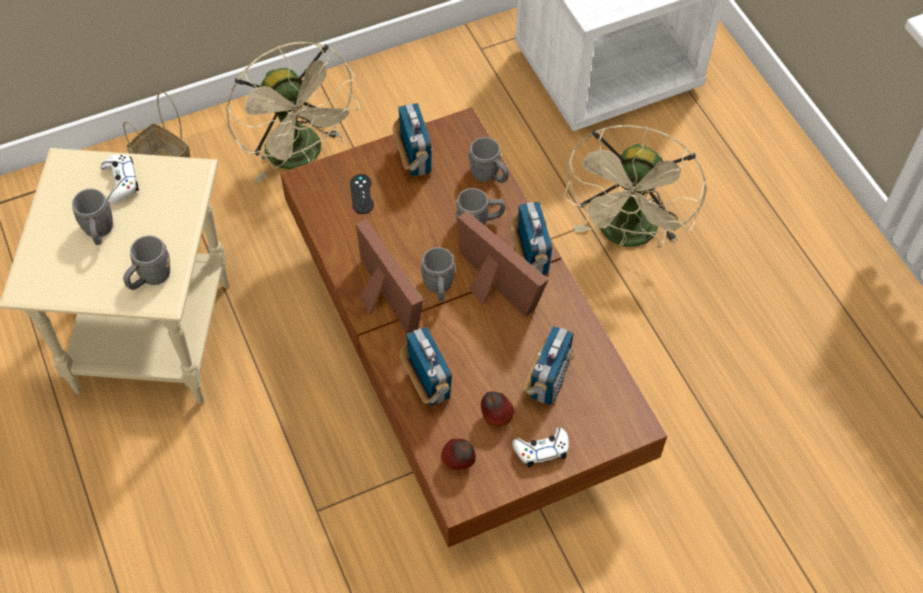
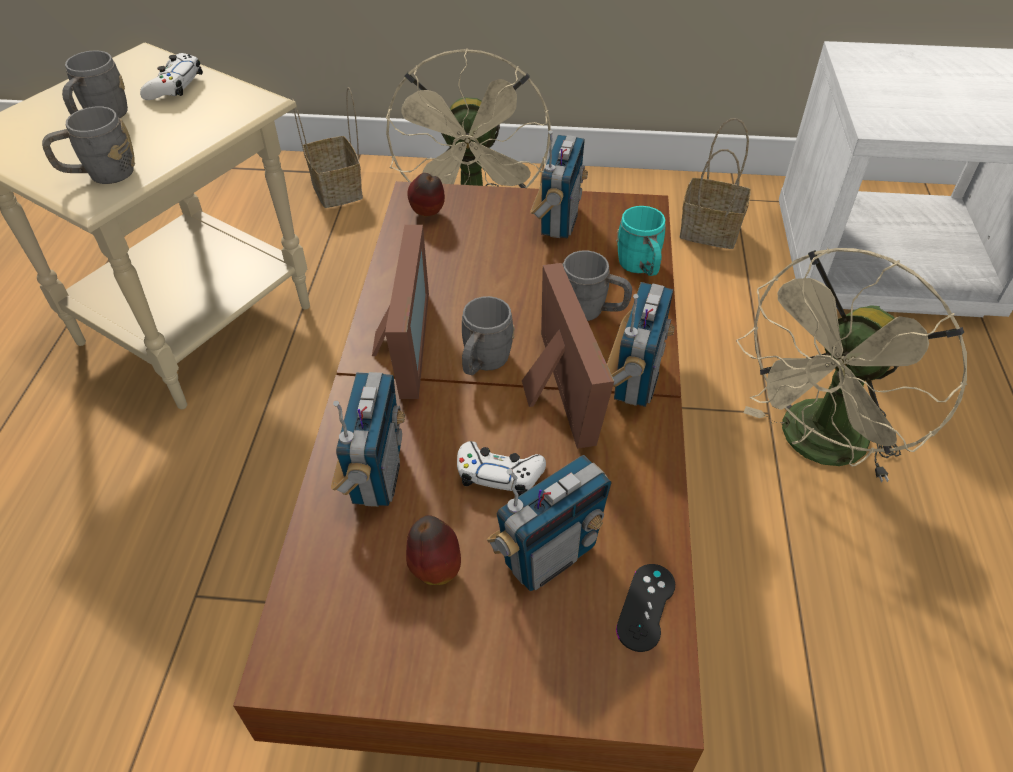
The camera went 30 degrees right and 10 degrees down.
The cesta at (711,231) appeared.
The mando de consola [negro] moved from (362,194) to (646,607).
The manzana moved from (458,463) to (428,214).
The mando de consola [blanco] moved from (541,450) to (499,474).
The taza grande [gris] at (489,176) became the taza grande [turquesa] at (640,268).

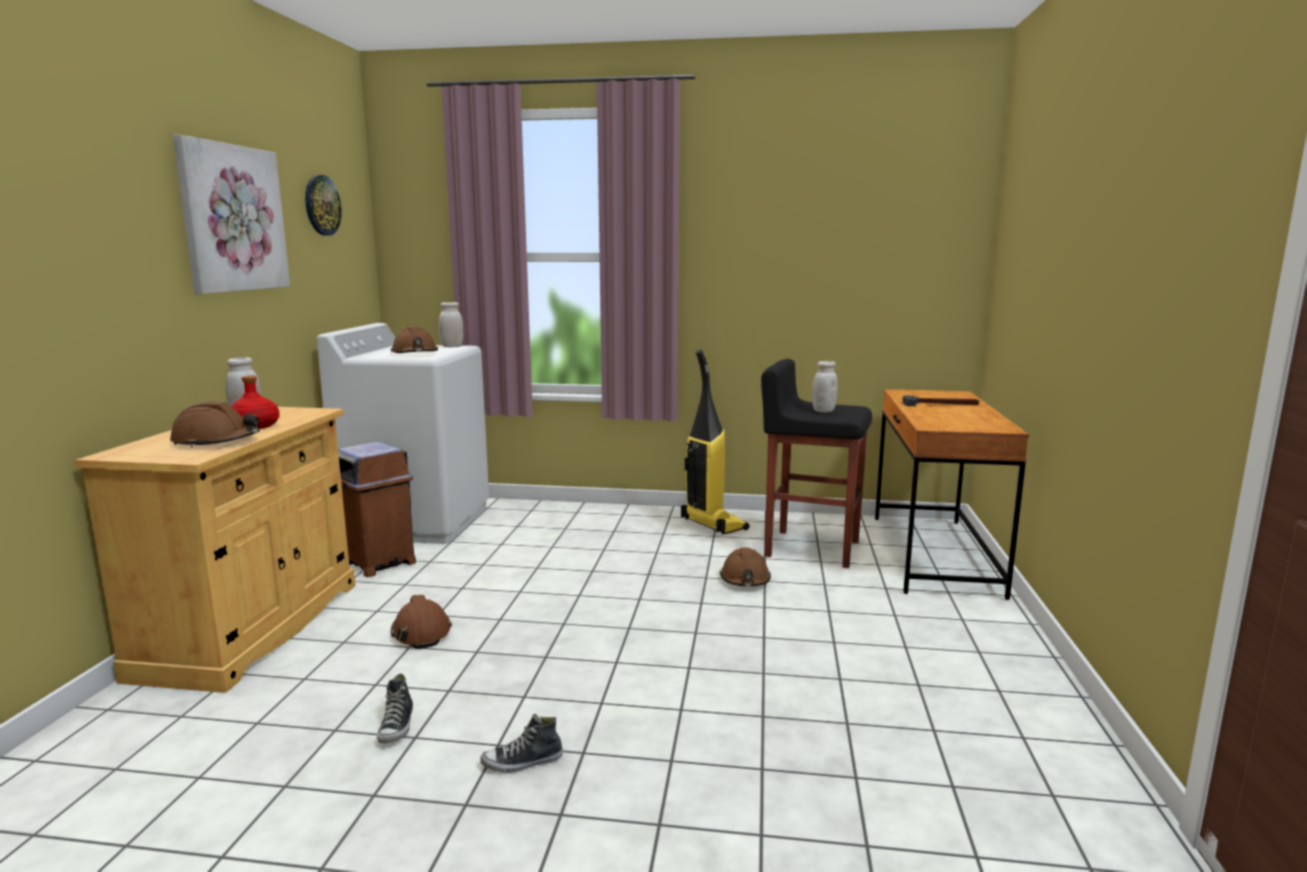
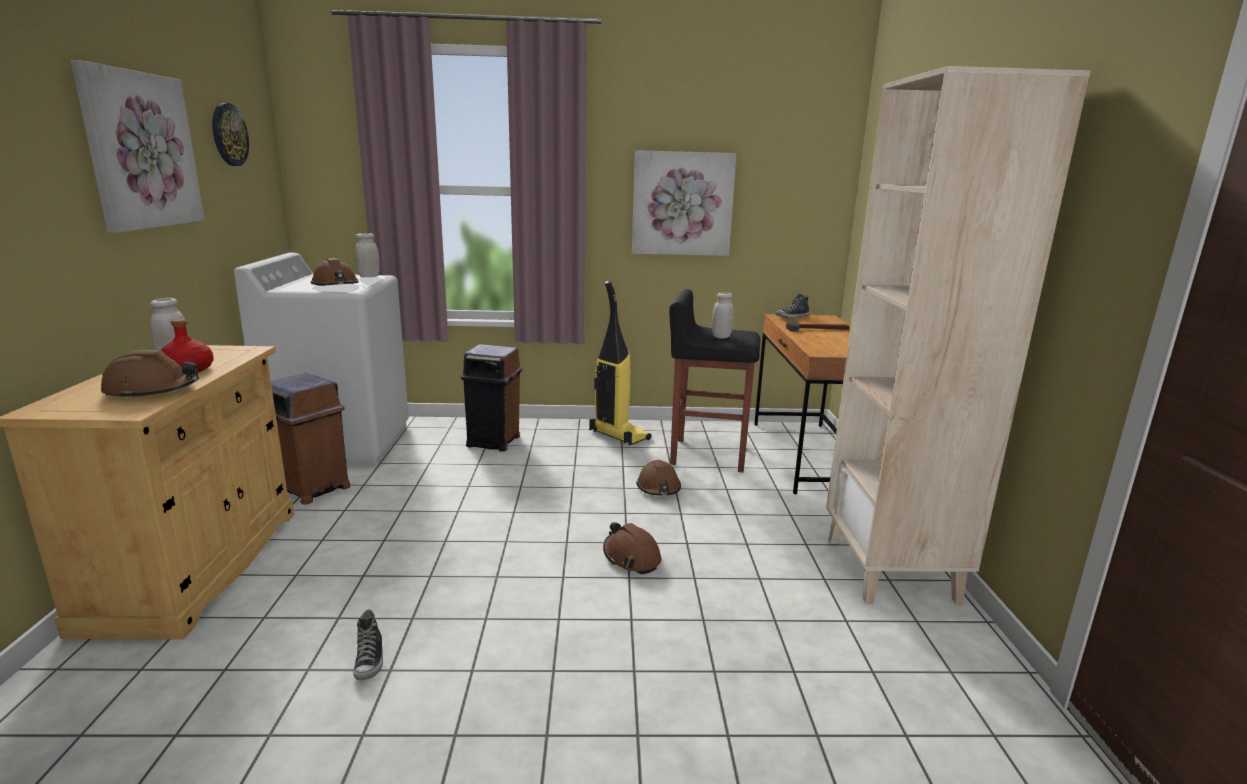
The camera went 10 degrees left and 5 degrees up.
The papelera [marrón] at (494,441) appeared.
The cuadro at (682,204) appeared.
The estantería [beis] at (892,570) appeared.
The casco [marrón] moved from (421,632) to (631,557).
The zapato moved from (522,762) to (792,317).

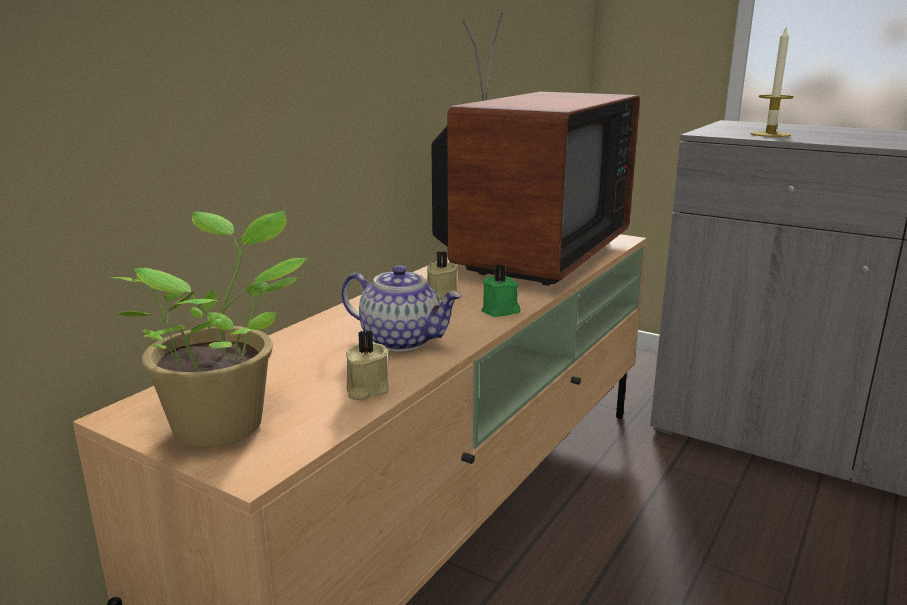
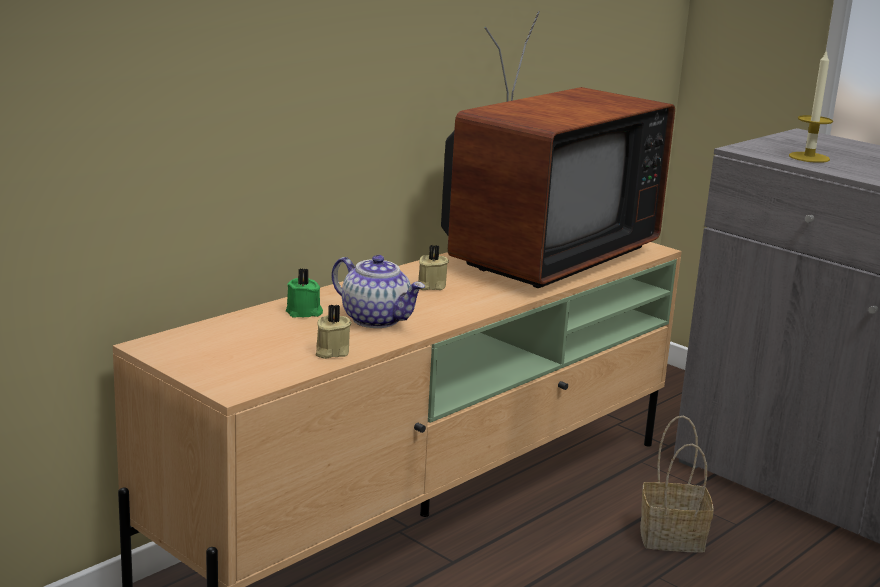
The camera went 10 degrees right and 0 degrees up.
The planta en maceta at (224,423) disappeared.
The cesta at (674,537) appeared.
The vela [verde] moved from (501,311) to (304,312).

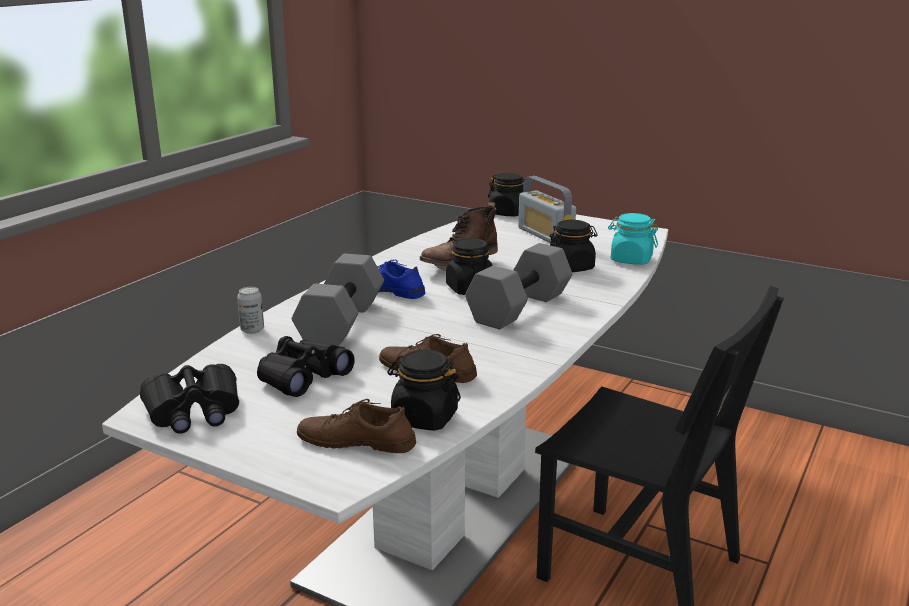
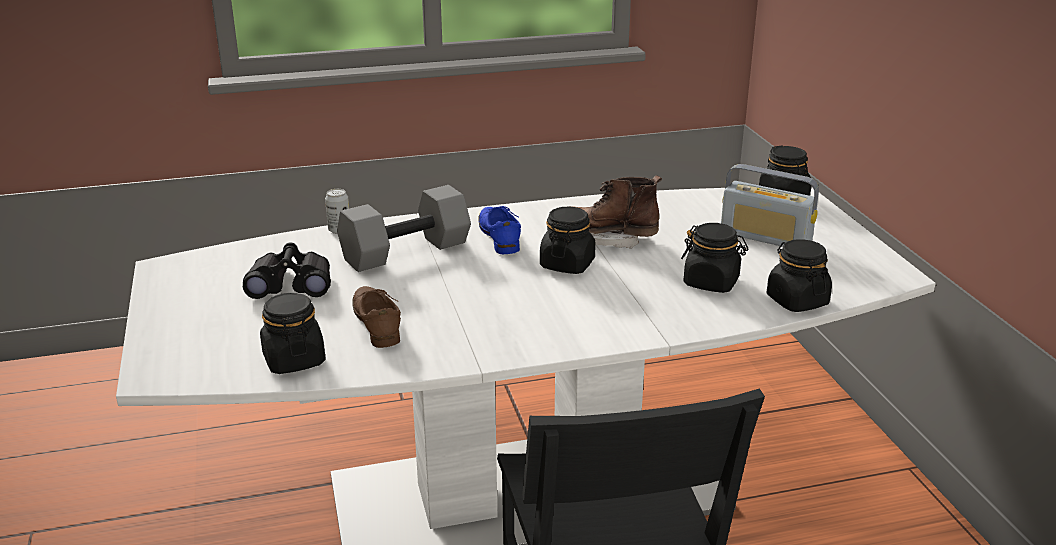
The camera went 45 degrees right and 5 degrees up.
The prismáticos [negro] at (193,411) disappeared.
The zapato [marrón] at (356,441) disappeared.
The mancuerna [gris] at (520,308) disappeared.
The tarro [turquesa] at (631,260) became the tarro [negro] at (796,300).
The radio at (545,235) turned 75 degrees counterclockwise.

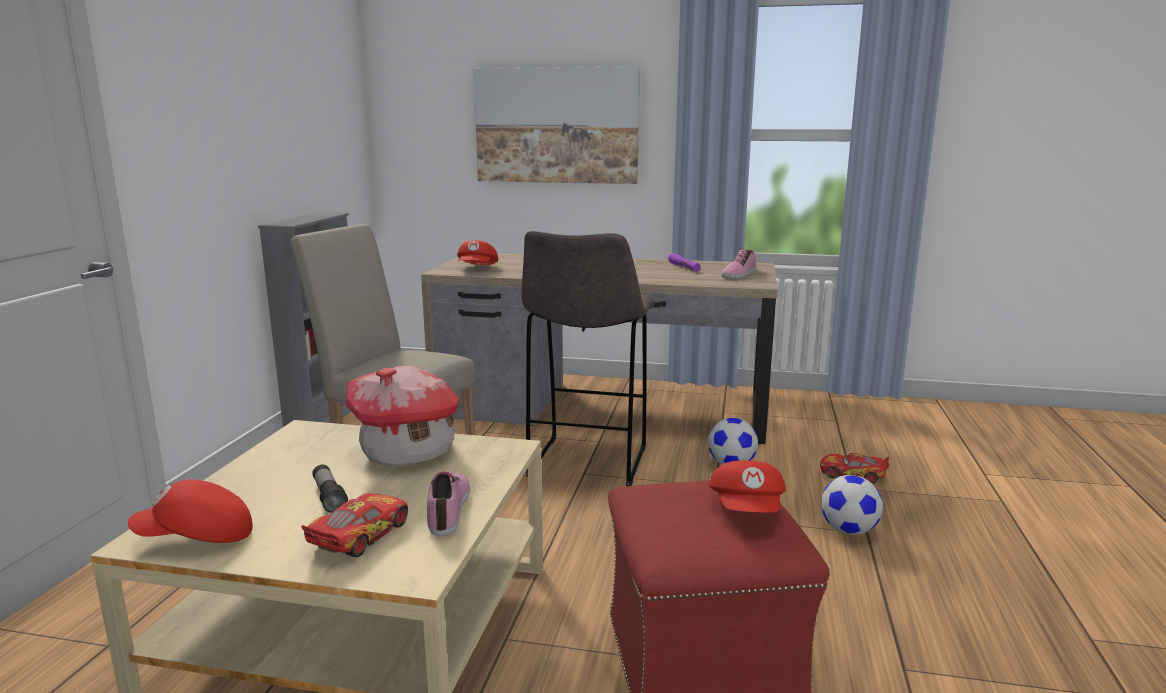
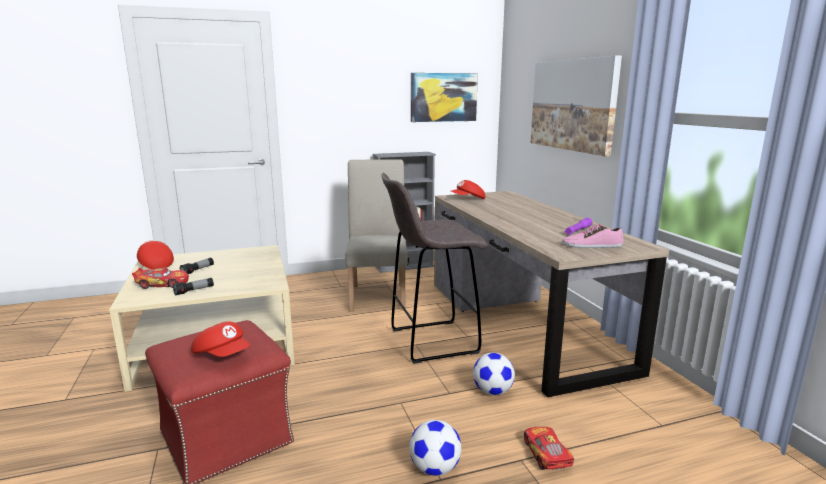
The camera went 60 degrees right and 0 degrees up.
The casita at (408,451) disappeared.
The cuadro at (443,97) appeared.
The zapato at (449,509) was replaced by the linterna at (194,291).
The gorra [rojo] at (748,510) turned 120 degrees counterclockwise.

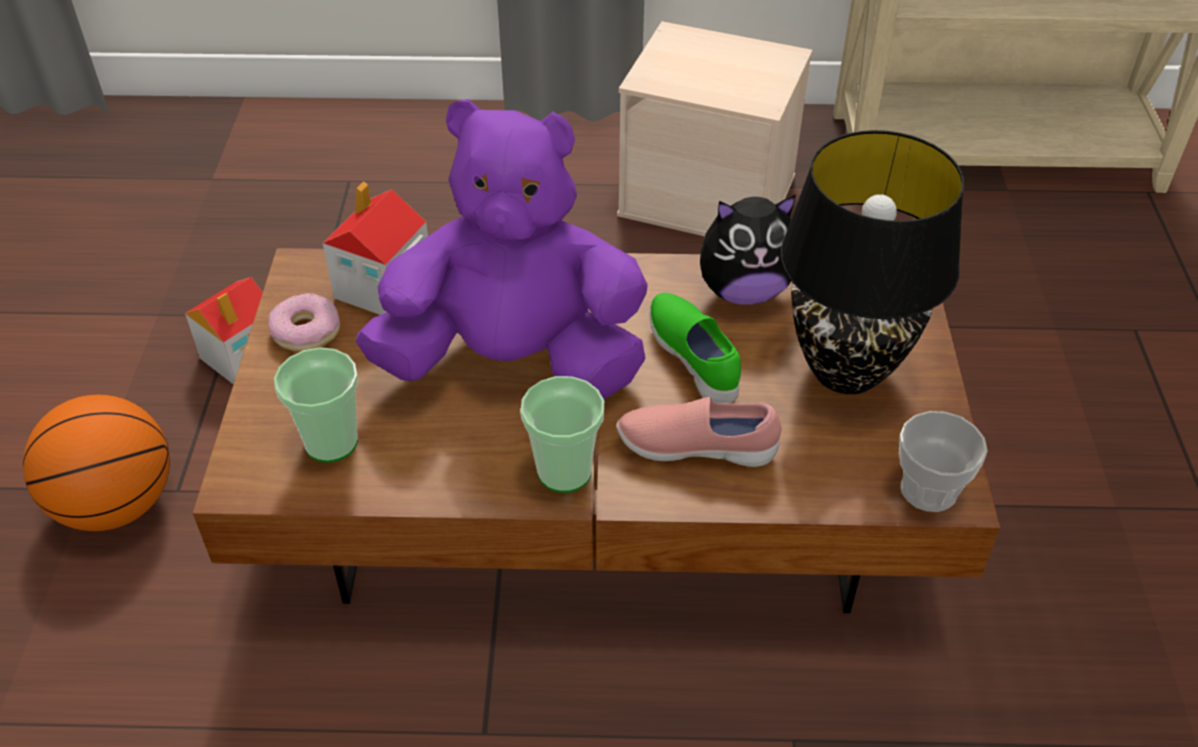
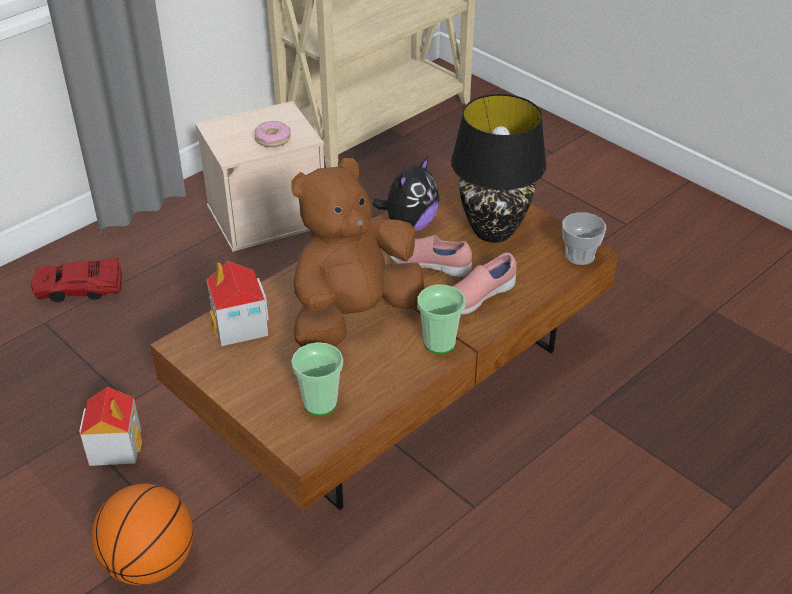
The camera went 45 degrees left and 5 degrees down.
The coche de juguete [rojo] at (79,288) appeared.
The rosquilla moved from (306,331) to (273,139).
The peluche [morado] at (514,363) became the peluche [marrón] at (353,316).
The zapato [verde] at (695,359) became the zapato [rosa] at (429,265).

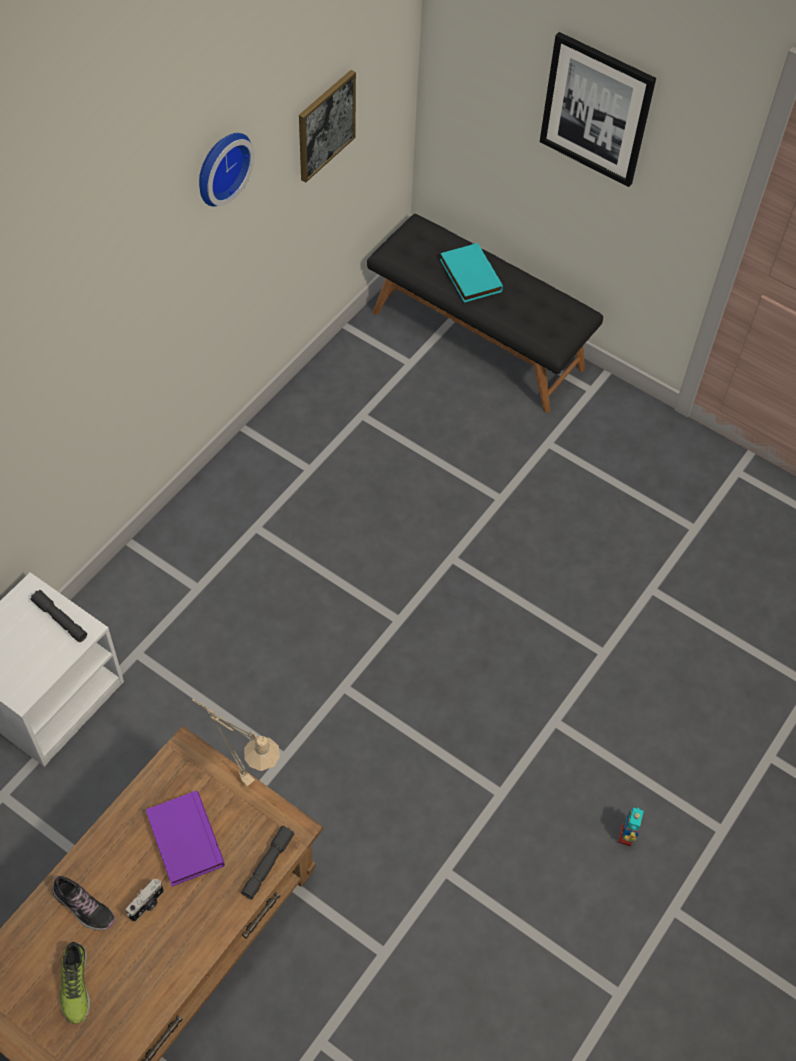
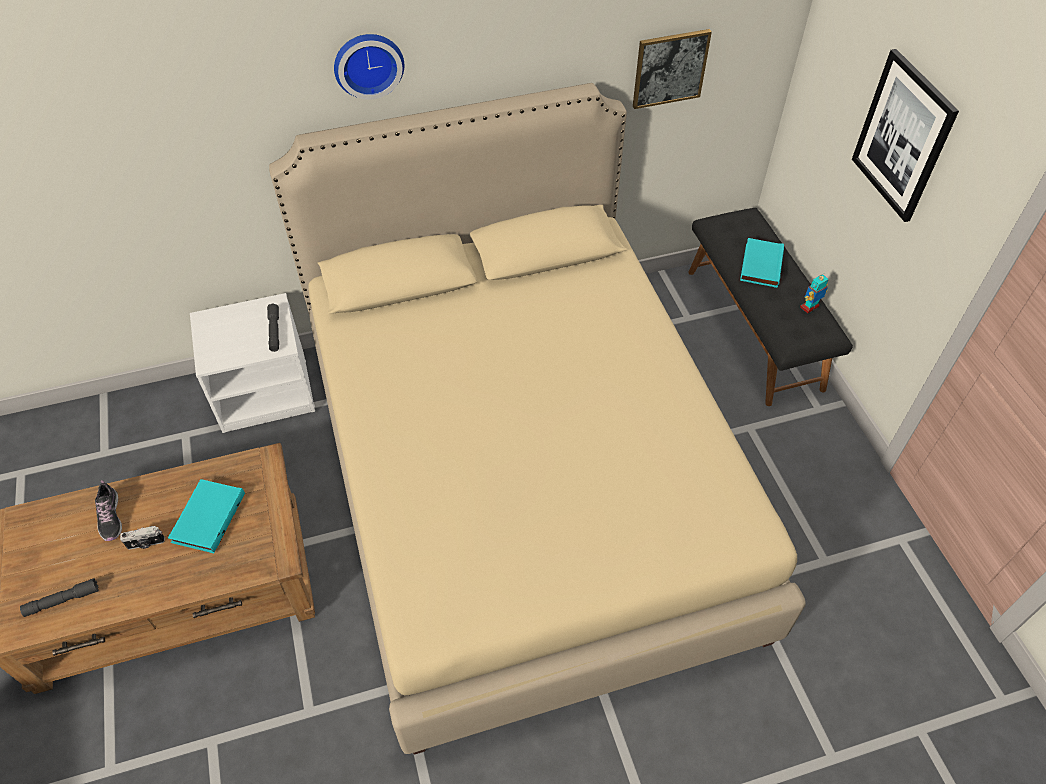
The camera went 40 degrees right and 5 degrees down.
The zapato at (75,985) disappeared.
The lámpara de mesa [beis] at (237,773) disappeared.
The cama [beis] at (522,481) appeared.
The reloj de pared moved from (220,166) to (368,63).
The linterna [gris] moved from (267,865) to (62,600).
The robot de juguete moved from (627,835) to (809,307).
The libro [morado] at (183,840) became the libro [turquesa] at (207,517).

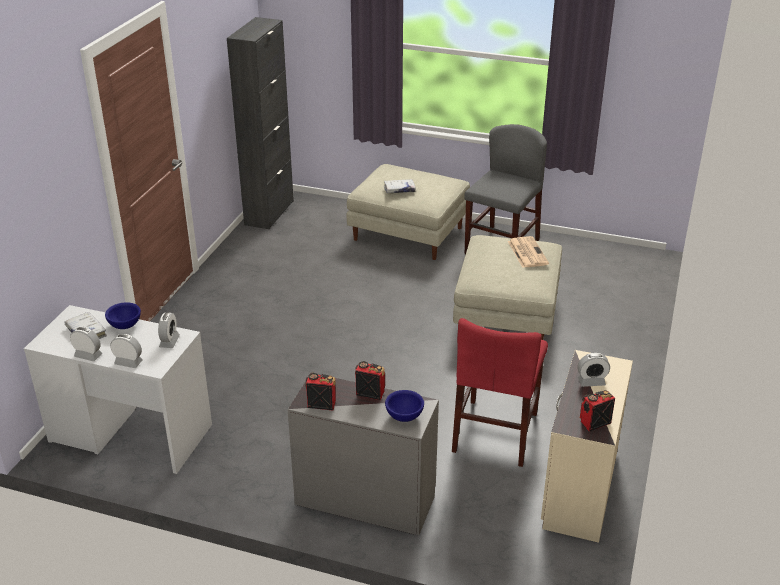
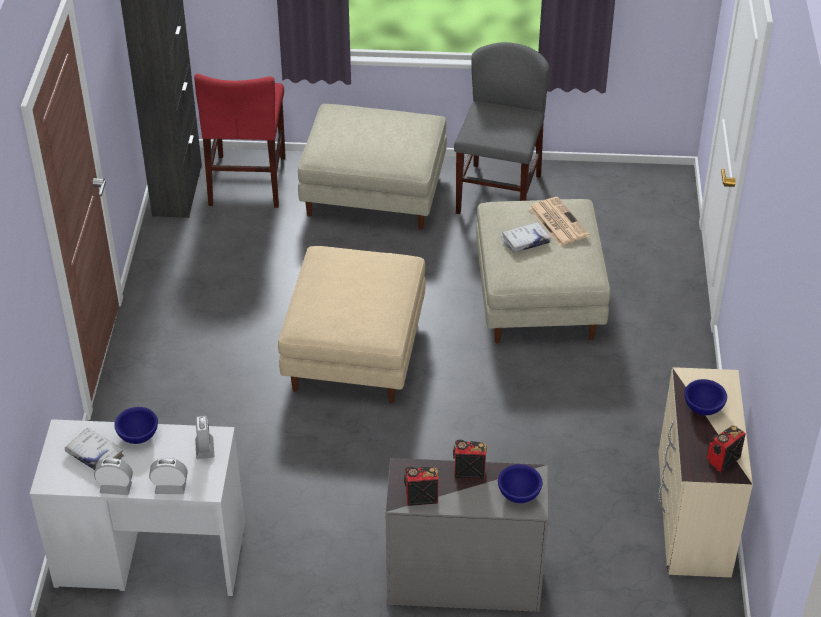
The camera went 15 degrees left and 10 degrees up.
The puf [beis] at (355,352) appeared.
The libro [blanco] moved from (399,190) to (525,241).
The silla [rojo] moved from (495,432) to (248,180).
The despertador at (591,382) was replaced by the cuenco [azul] at (703,407).

